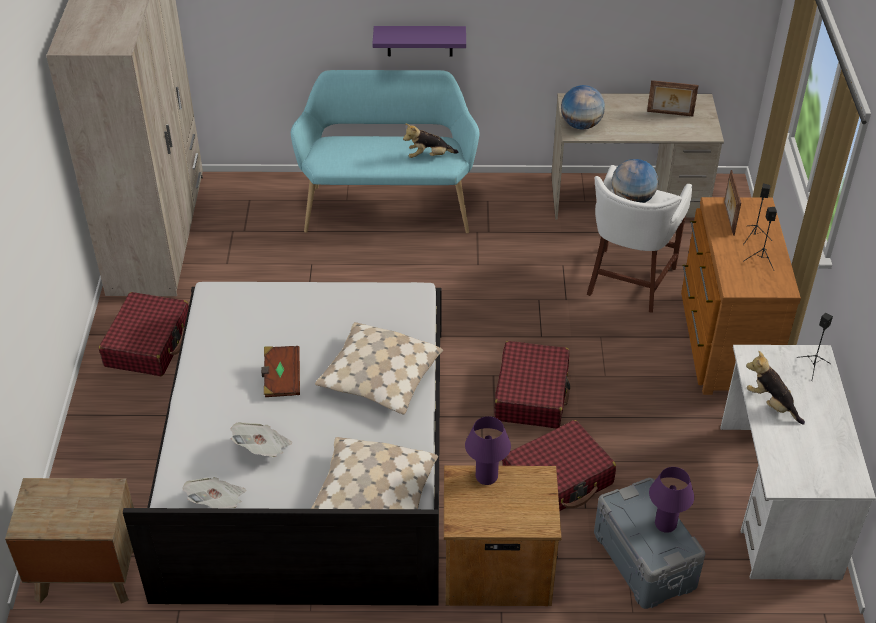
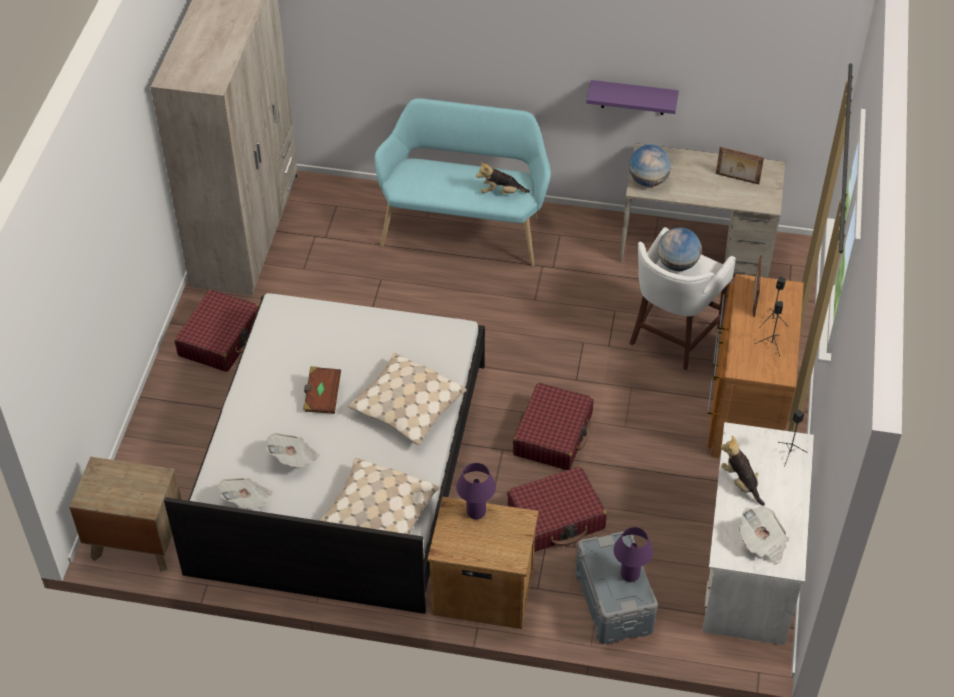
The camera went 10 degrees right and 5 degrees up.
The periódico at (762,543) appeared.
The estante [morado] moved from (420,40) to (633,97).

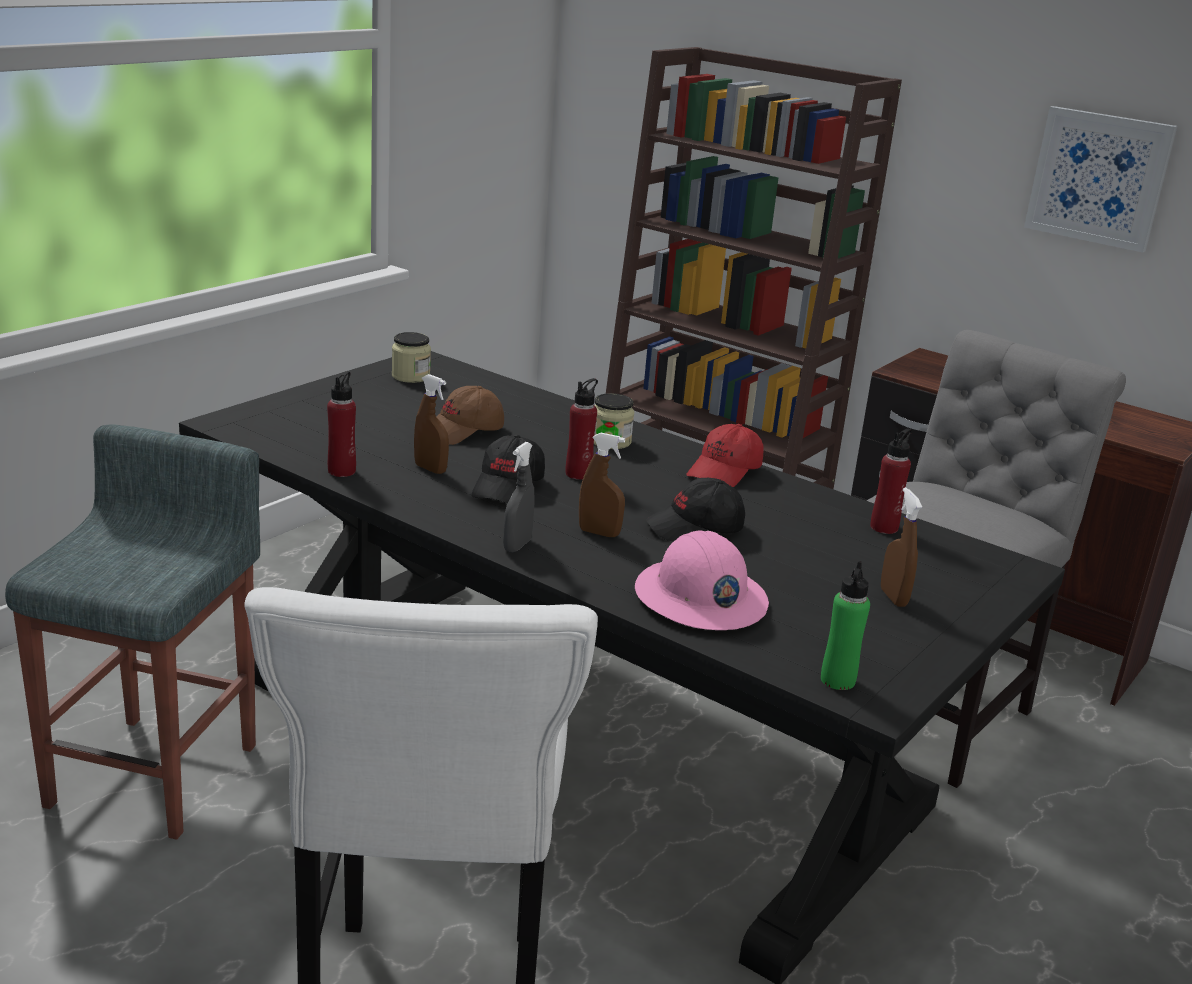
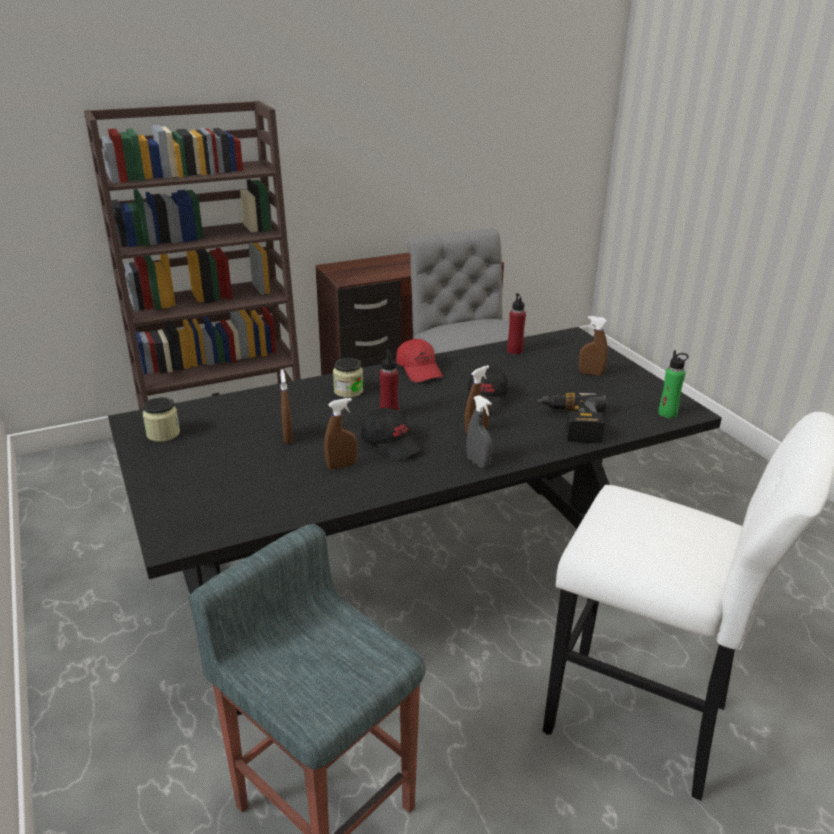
The camera went 60 degrees left and 5 degrees up.
The botella [rojo] at (342,471) disappeared.
The cuadro at (1099,178) disappeared.
The gorra [marrón] at (463,431) was replaced by the pulverizador [marrón] at (287,438).
The casco [rosa] at (699,599) was replaced by the taladro at (572,424).

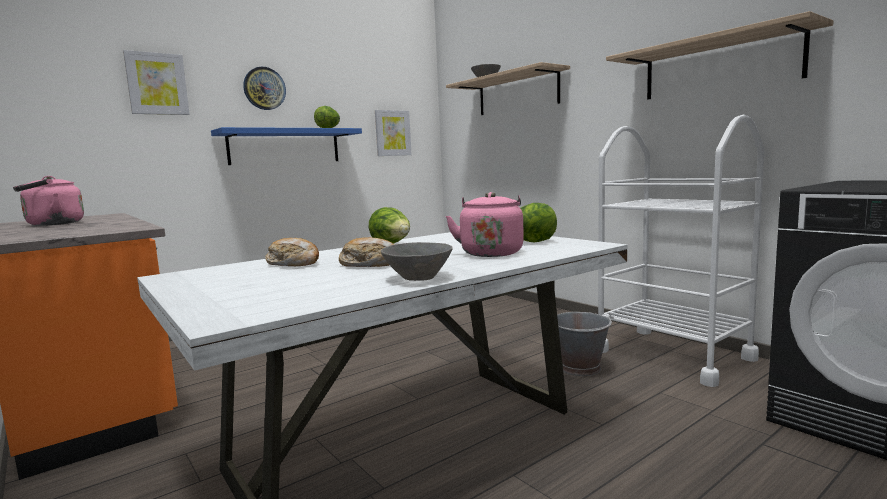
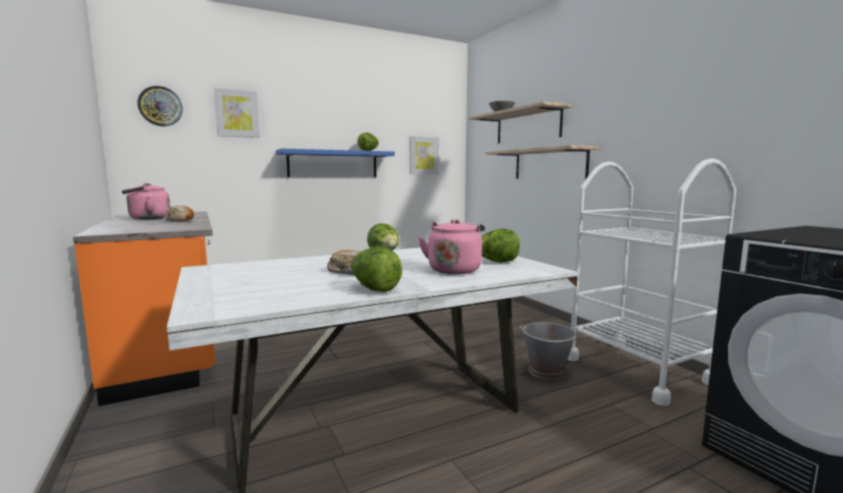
The camera went 10 degrees right and 0 degrees up.
The reloj de pared moved from (264,88) to (160,106).
The pan moved from (294,263) to (180,220).
The estante moved from (719,66) to (549,164).
The cuenco [gris] at (418,278) was replaced by the lechuga at (374,289).

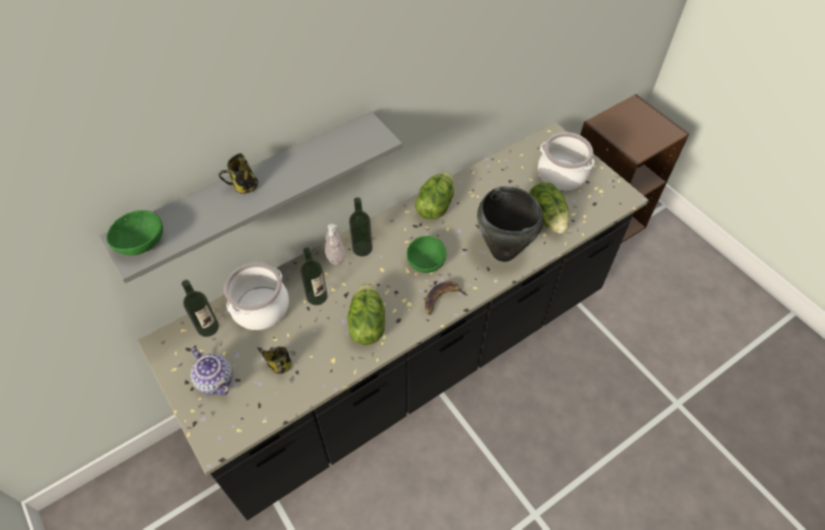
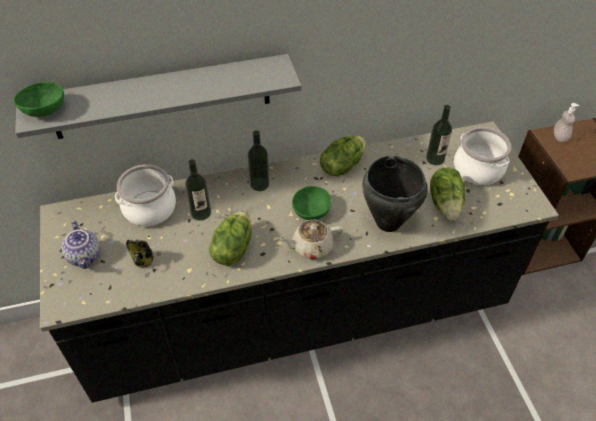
The camera went 20 degrees right and 5 degrees down.
The taza grande at (244,187) disappeared.
The botella moved from (208,327) to (435,159).
The dispensador de jabón moved from (336,257) to (560,137).
The plátano at (442,298) was replaced by the tetera [beis] at (311,247).

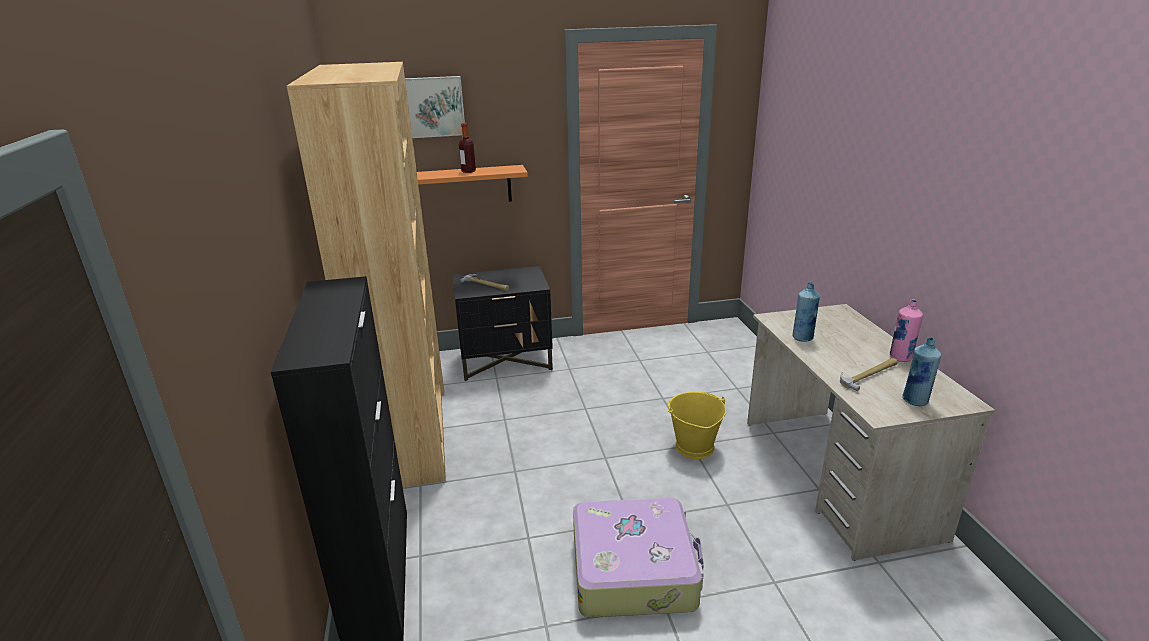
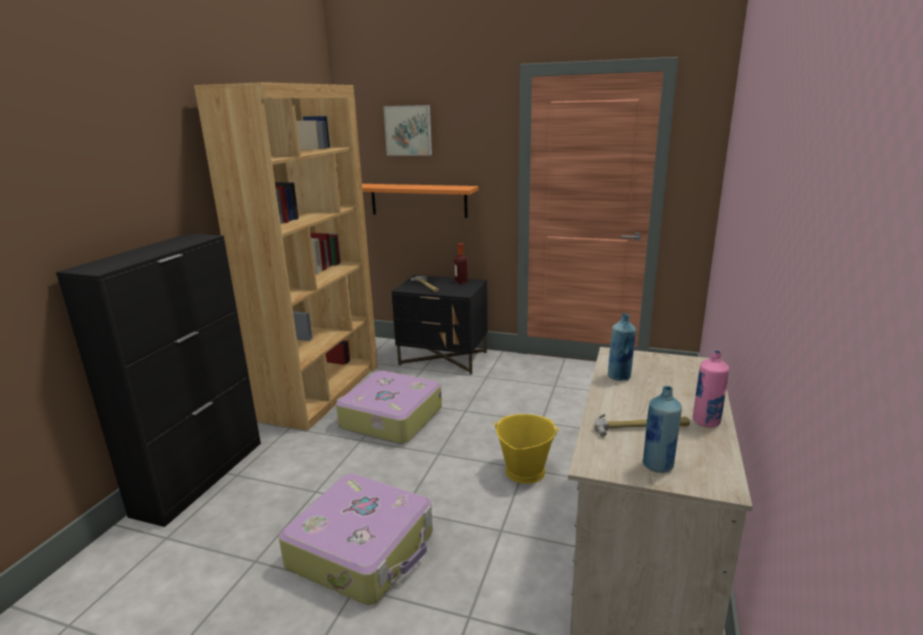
The camera went 30 degrees right and 5 degrees down.
The maleta at (390,418) appeared.
The botella moved from (468,171) to (461,282).

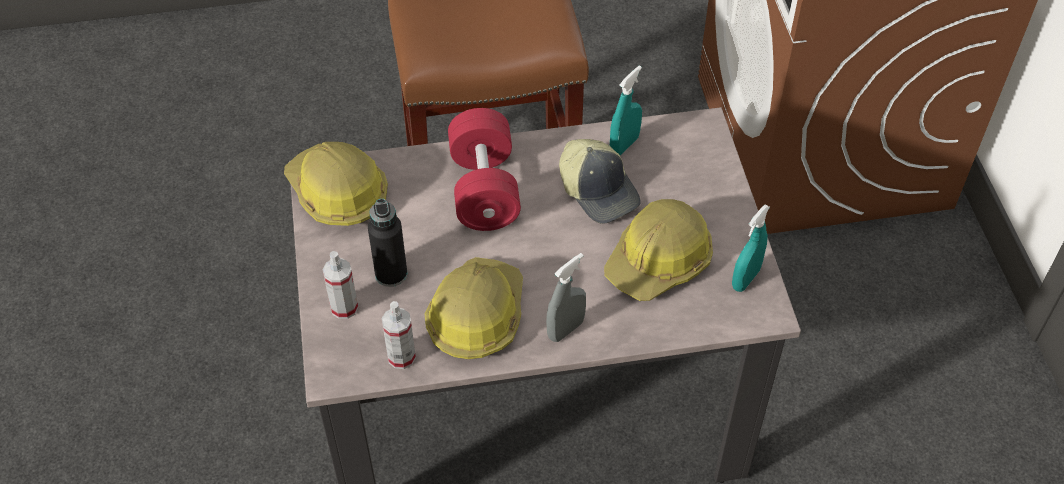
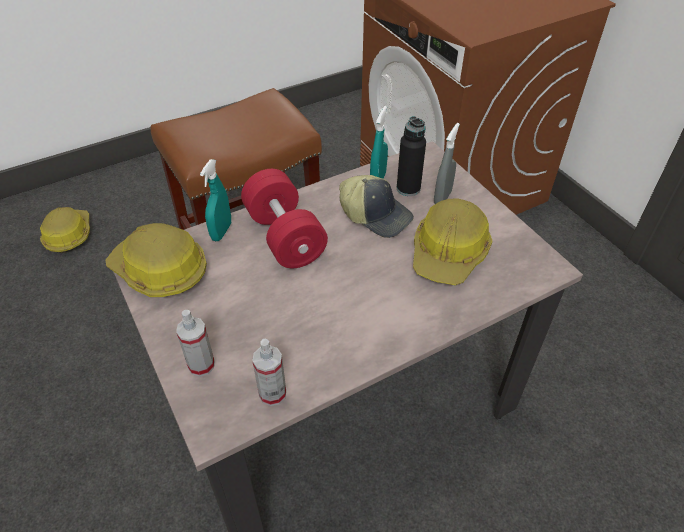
The camera went 20 degrees left and 5 degrees down.
The botella [negro] moved from (391,274) to (408,188).
The casco moved from (476,316) to (69,235).
The pulverizador [gris] moved from (565,329) to (442,198).
The pulverizador [turquesa] moved from (745,279) to (221,232).

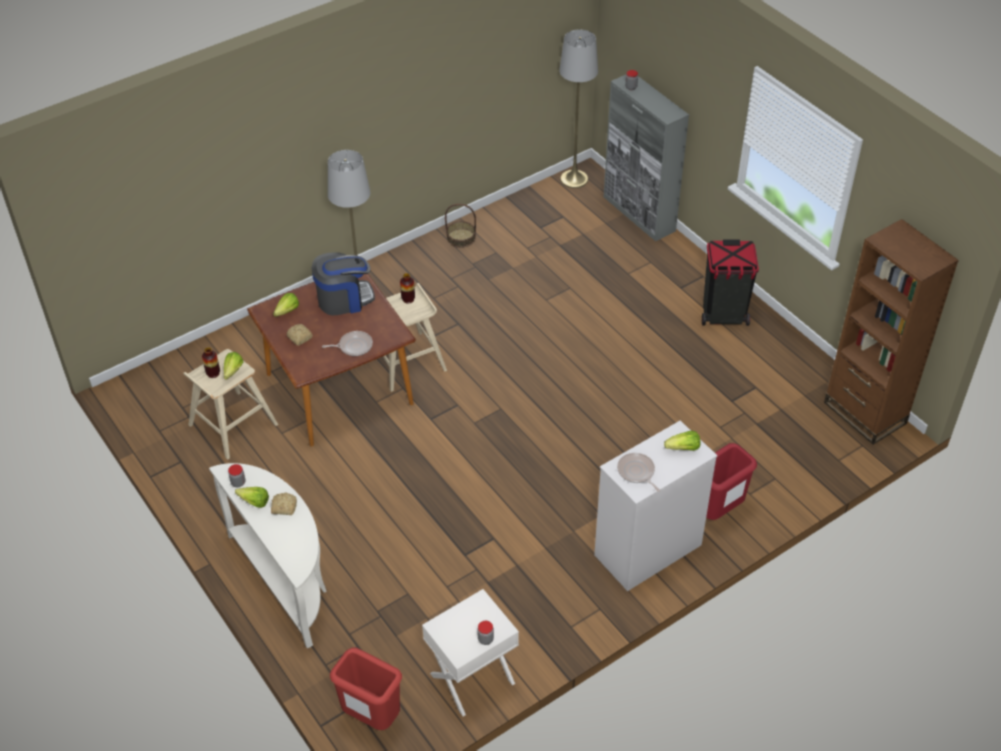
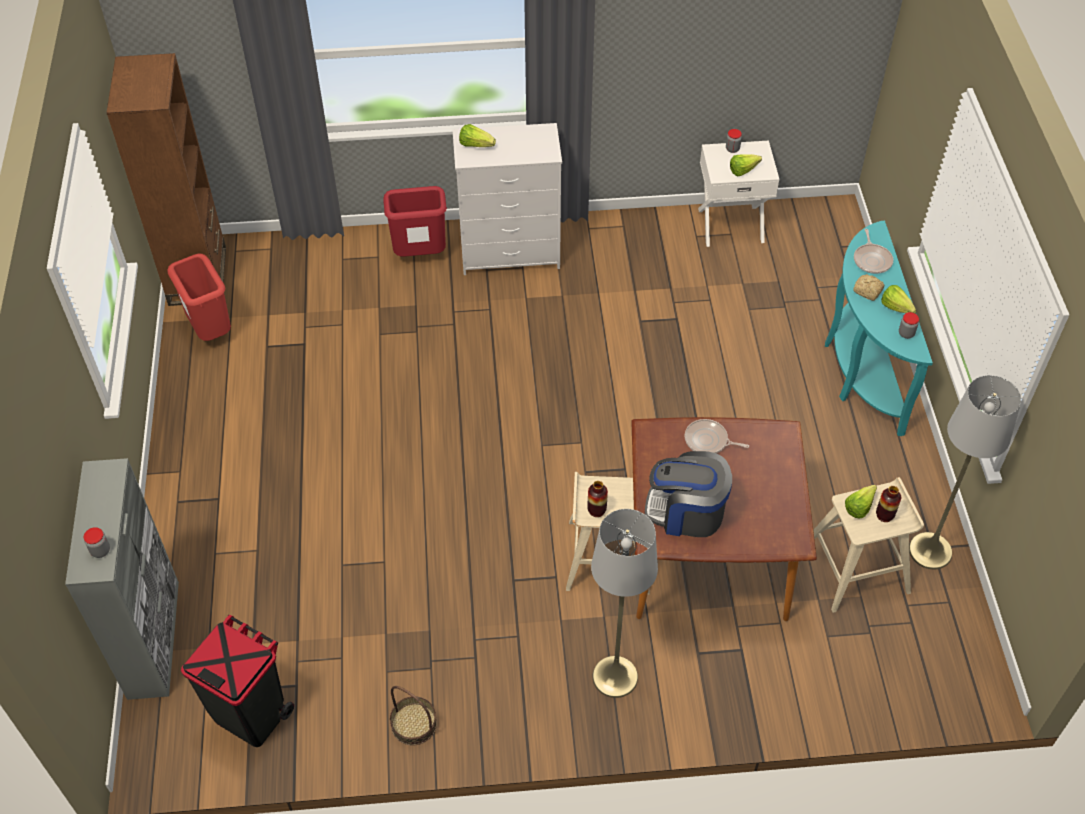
The camera went 150 degrees left and 5 degrees up.
The pan at (300,338) disappeared.
The lechuga moved from (285,312) to (745,170).
The papelera [rojo] moved from (371,717) to (212,331).
The lámpara de pie [gris] moved from (574,179) to (930,551).
The sartén moved from (637,472) to (872,260).
The papelera [negro] moved from (724,315) to (250,714).
The mesa consola [blanco] at (286,580) became the mesa consola [turquesa] at (859,369).

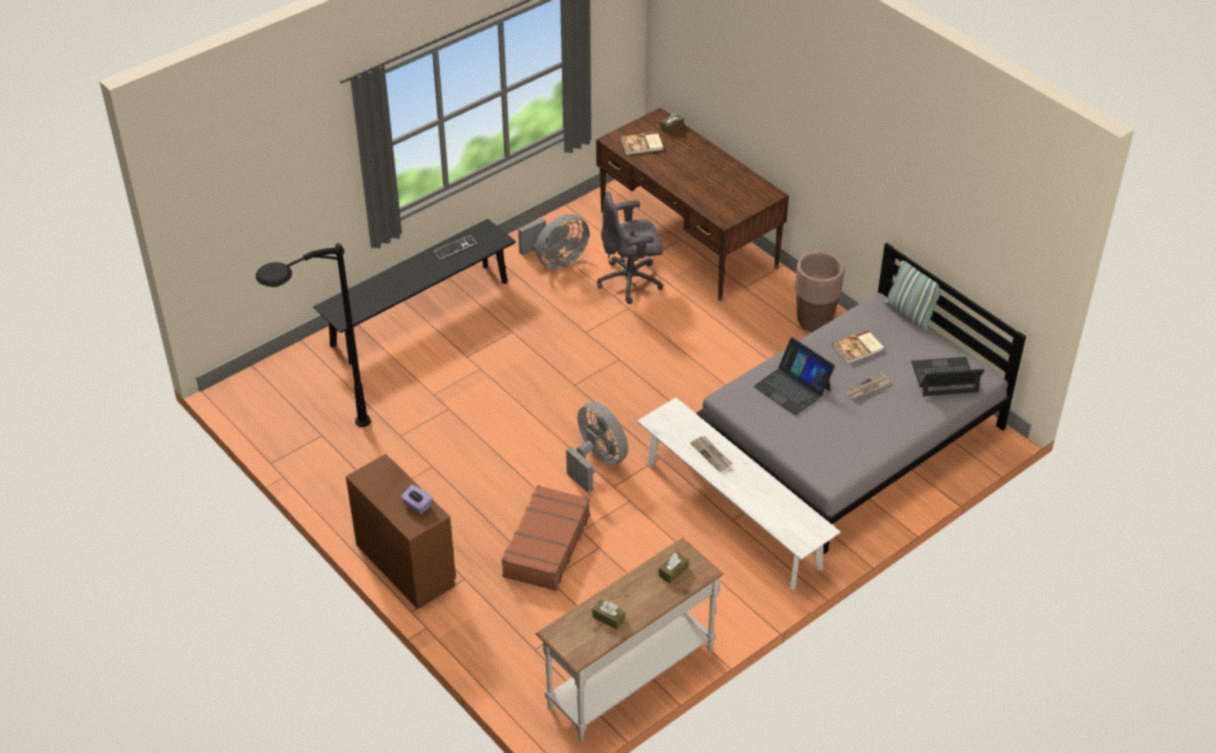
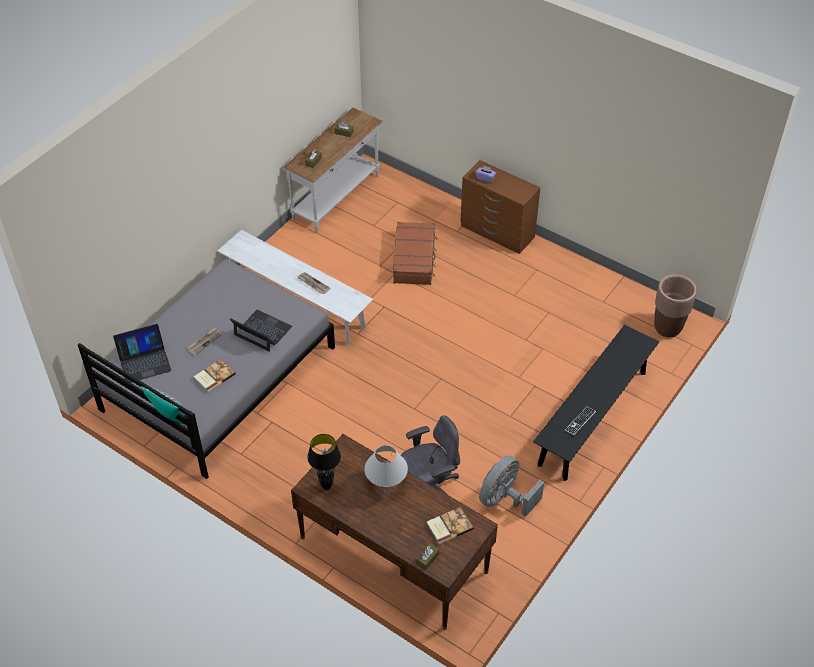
The camera went 165 degrees right and 5 degrees up.
The lámpara de pie [negro] at (322,445) disappeared.
The ventilador [gris] at (597,462) disappeared.
The lámpara de mesa [negro] at (327,486) appeared.
The lámpara de mesa [blanco] at (386,482) appeared.
The maceta [marrón] moved from (814,322) to (667,328).

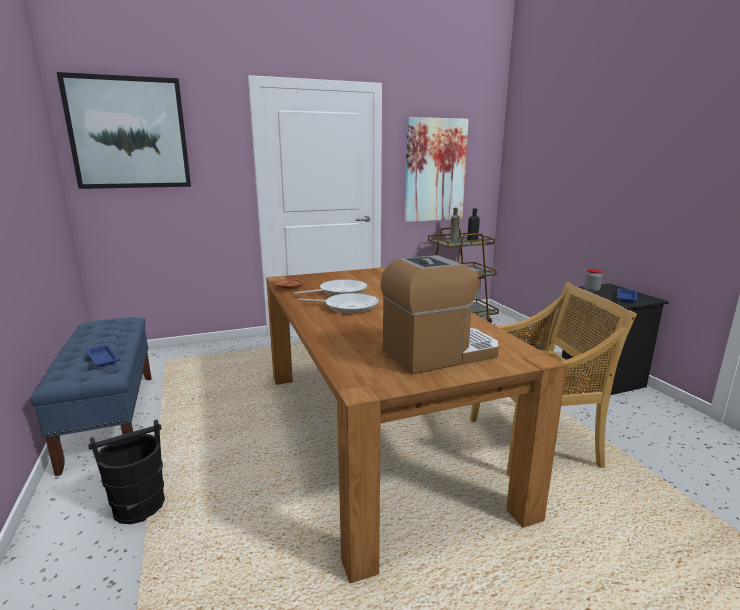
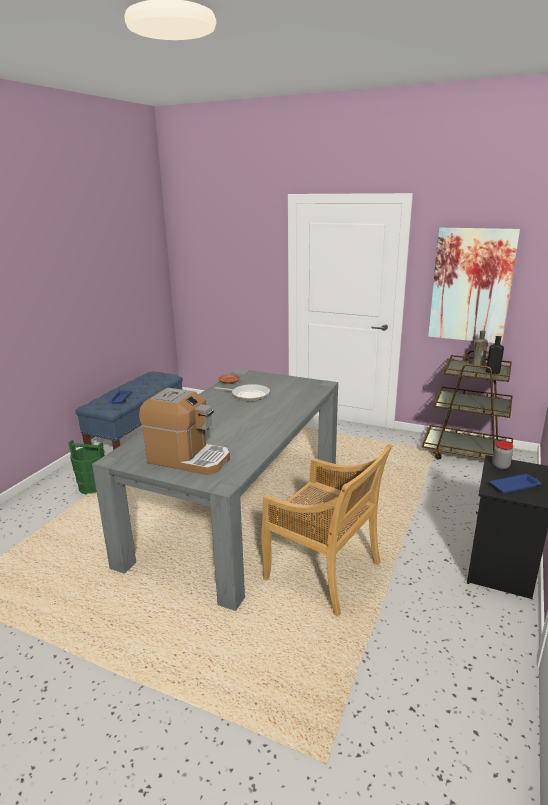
The camera went 45 degrees right and 5 degrees up.
The cuadro at (129,133) disappeared.
The sartén at (348,307) disappeared.
The cubo [negro] at (138,506) became the cubo [verde] at (92,487).
The mesa de comedor [marrón] at (375,432) became the mesa de comedor [gris] at (239,510).

